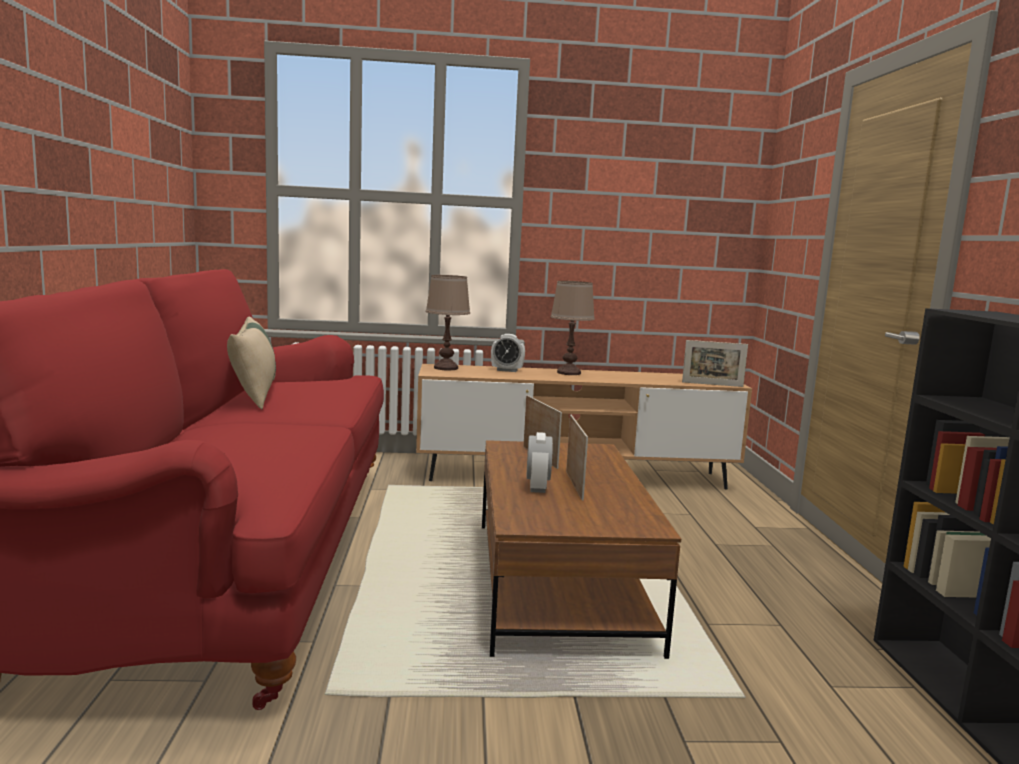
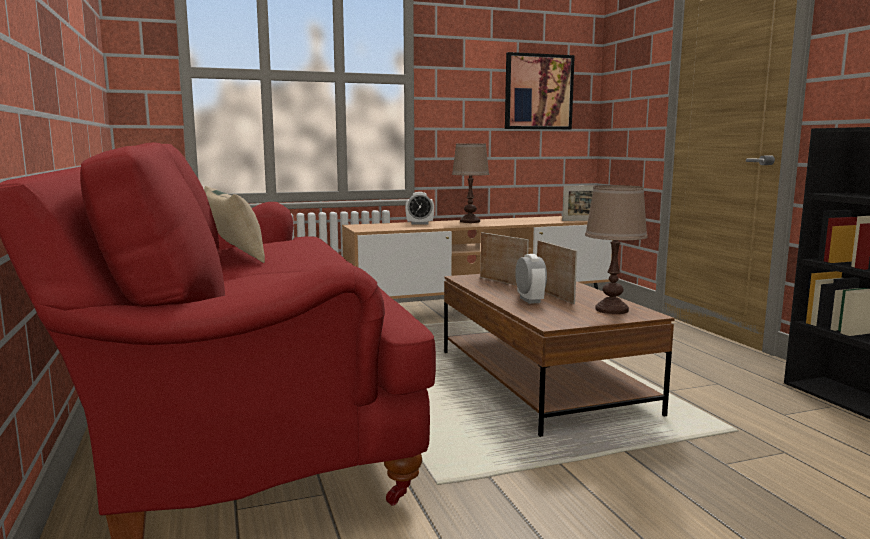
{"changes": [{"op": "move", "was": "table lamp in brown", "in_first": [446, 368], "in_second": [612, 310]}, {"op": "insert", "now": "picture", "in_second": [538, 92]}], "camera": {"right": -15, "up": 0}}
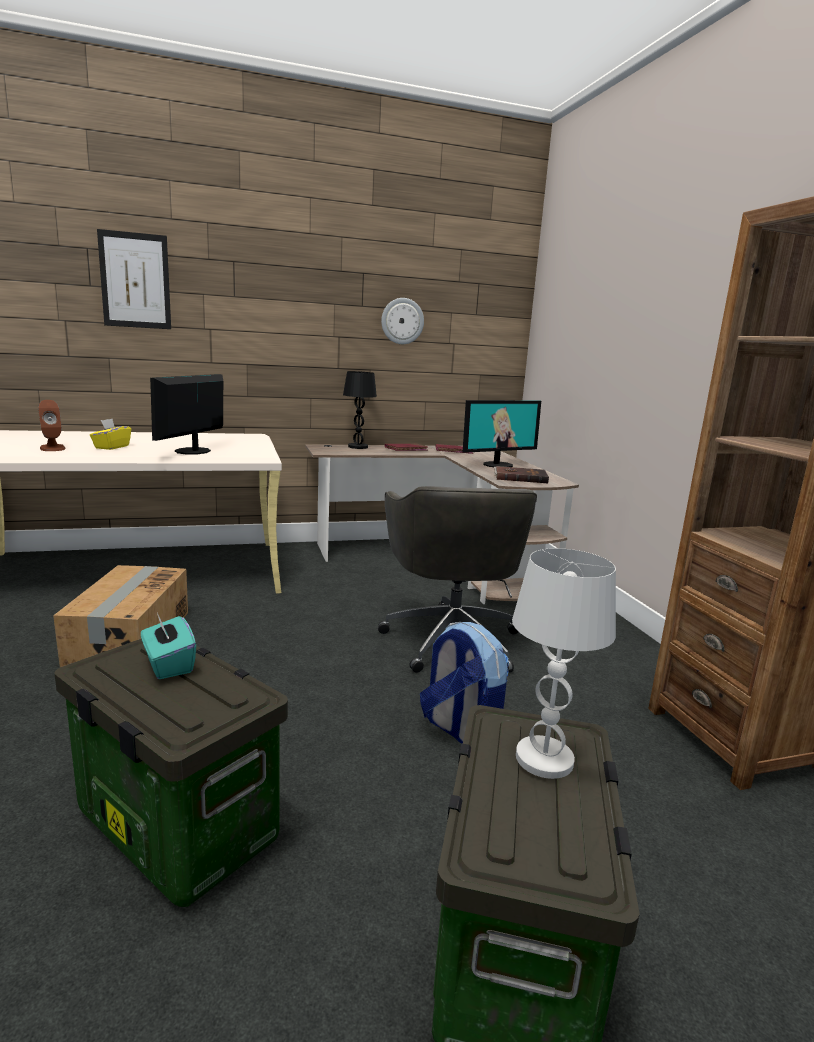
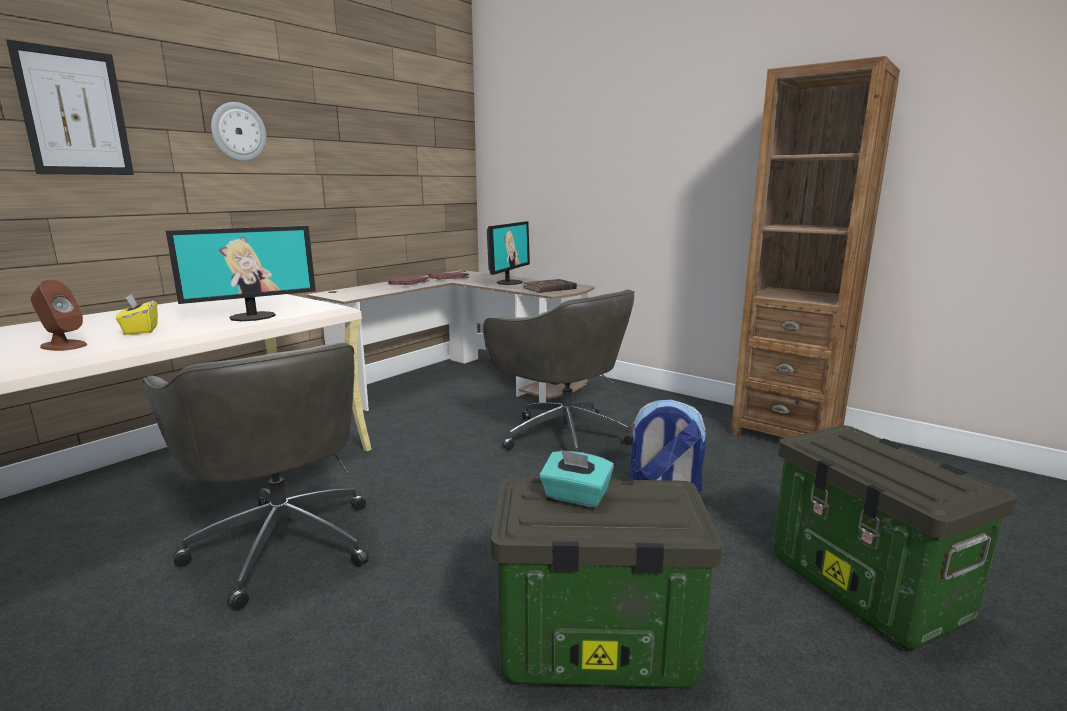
{"changes": [{"op": "move", "was": "wall clock", "in_first": [402, 321], "in_second": [238, 132]}, {"op": "delete", "was": "table lamp in black", "in_first": [357, 447]}, {"op": "rotate", "was": "monitor", "in_first": [193, 451], "in_second": [252, 316], "clockwise": -105}, {"op": "delete", "was": "table lamp in white", "in_first": [543, 759]}, {"op": "replace", "was": "cardboard box", "now": "office chair in grey", "in_first": [128, 637], "in_second": [283, 542]}], "camera": {"right": -35, "up": 0}}
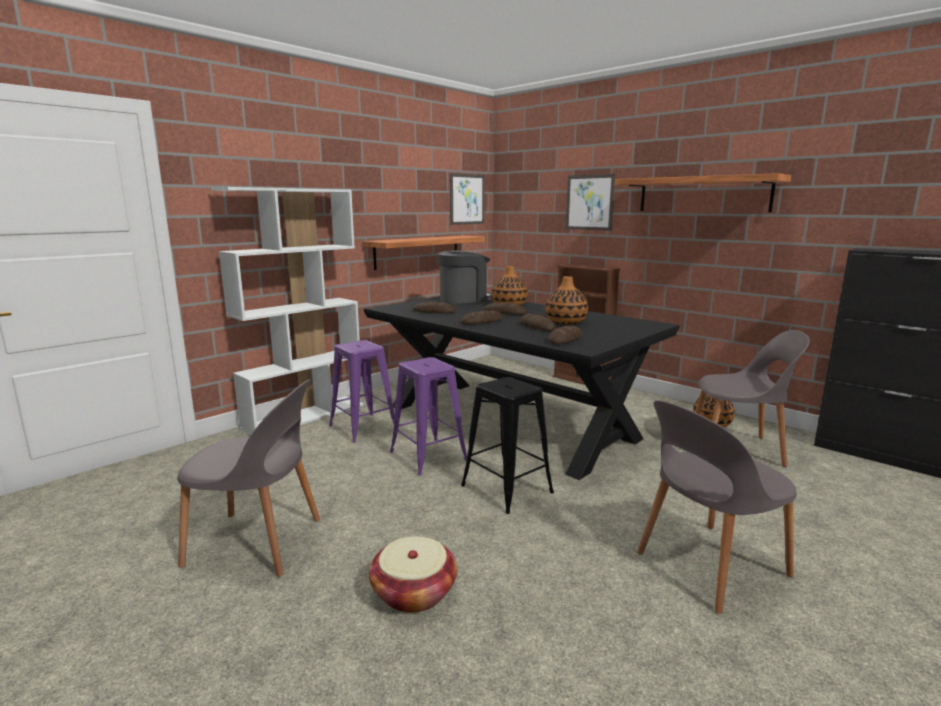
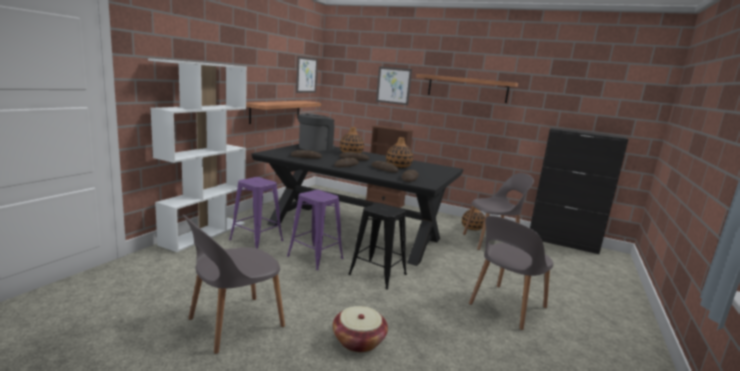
{"changes": [{"op": "rotate", "was": "chair in grey", "in_first": [258, 543], "in_second": [233, 324], "clockwise": 150}], "camera": {"right": -20, "up": 0}}
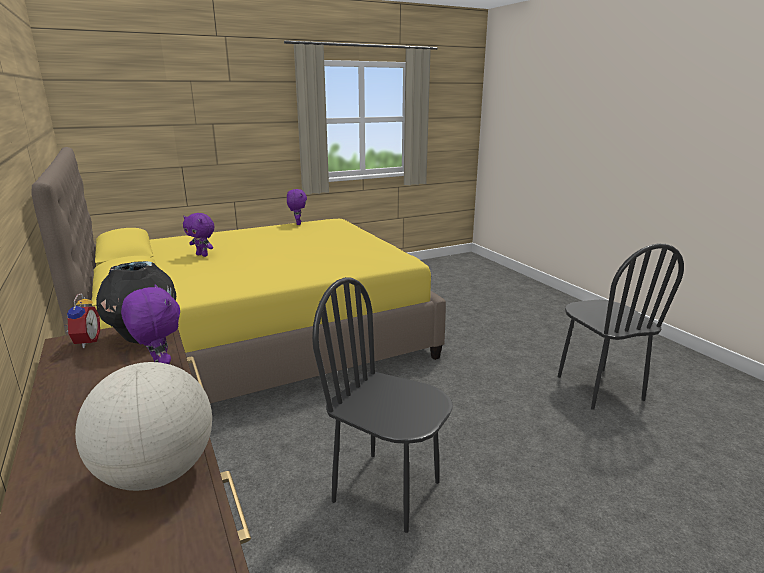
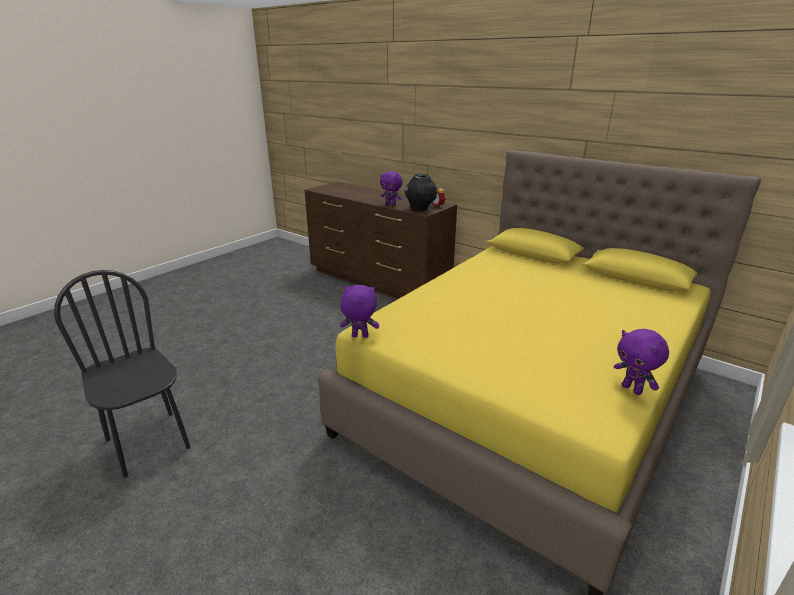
{"changes": [{"op": "move", "was": "plush toy in purple", "in_first": [203, 255], "in_second": [359, 337]}, {"op": "delete", "was": "chair in black", "in_first": [387, 490]}, {"op": "delete", "was": "globe", "in_first": [157, 473]}], "camera": {"right": 155, "up": 5}}
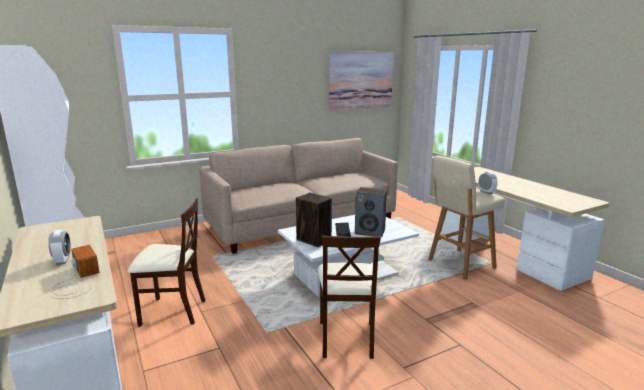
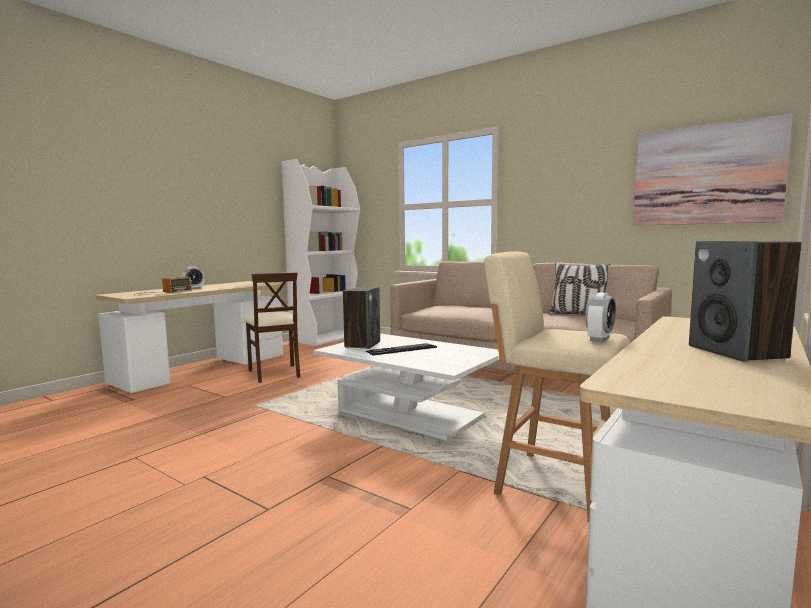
{"changes": [{"op": "move", "was": "speaker", "in_first": [370, 232], "in_second": [737, 352]}, {"op": "delete", "was": "chair in beige", "in_first": [347, 338]}, {"op": "insert", "now": "pillow", "in_second": [577, 315]}], "camera": {"right": 65, "up": -10}}
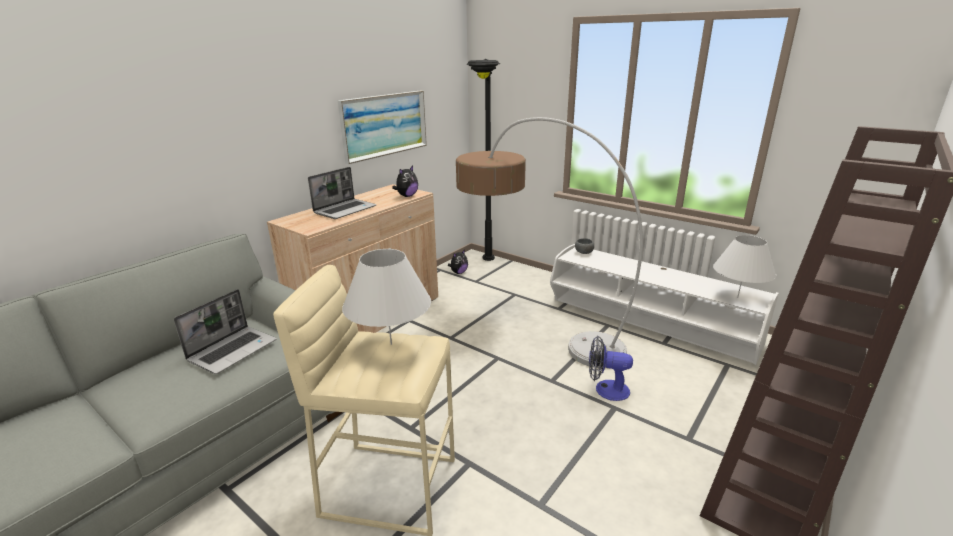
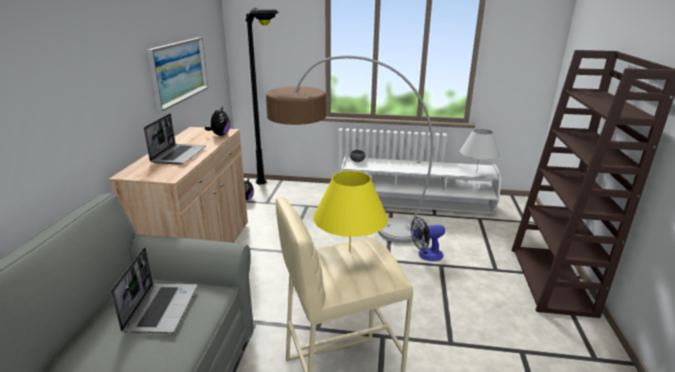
{"changes": [{"op": "recolor", "was": "table lamp in white", "now": "table lamp in yellow", "in_first": [391, 344], "in_second": [349, 251]}], "camera": {"right": -30, "up": 0}}
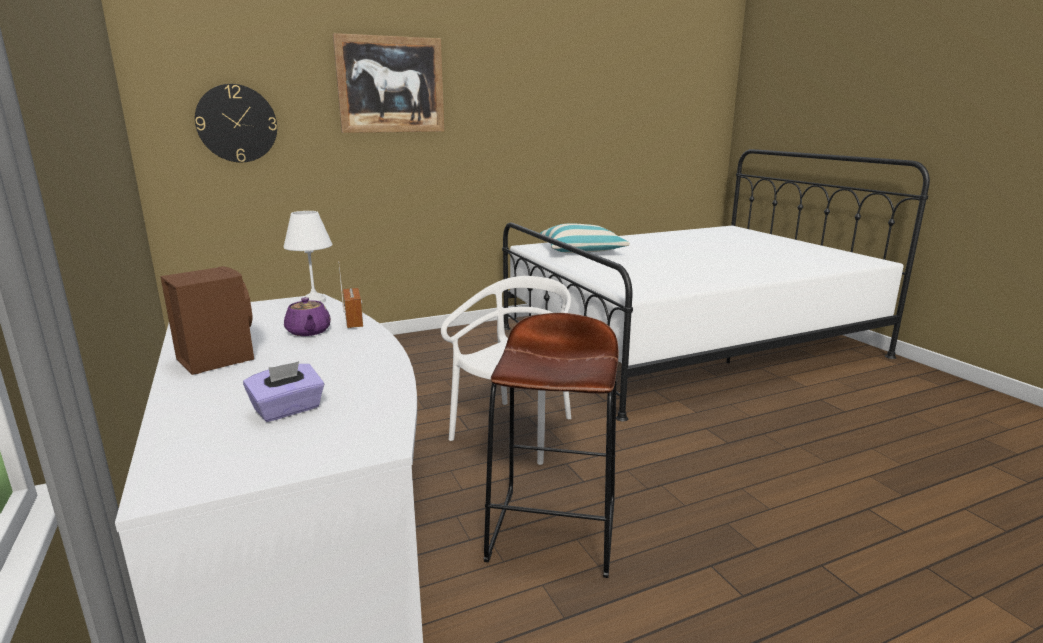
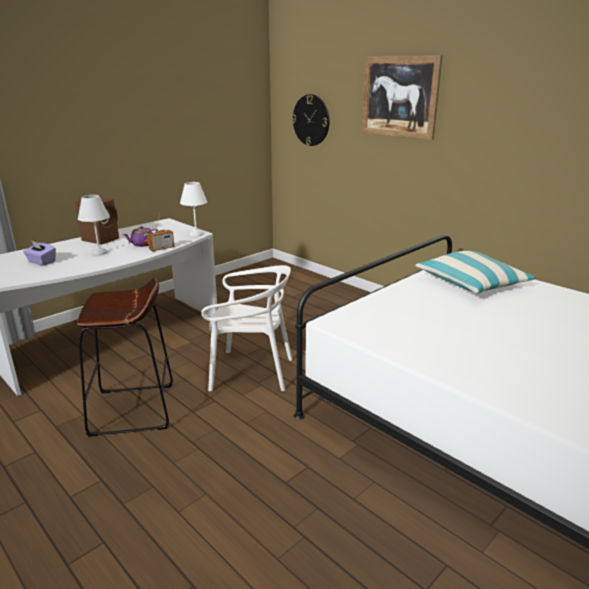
{"changes": [{"op": "insert", "now": "table lamp in white", "in_second": [99, 253]}], "camera": {"right": 70, "up": 5}}
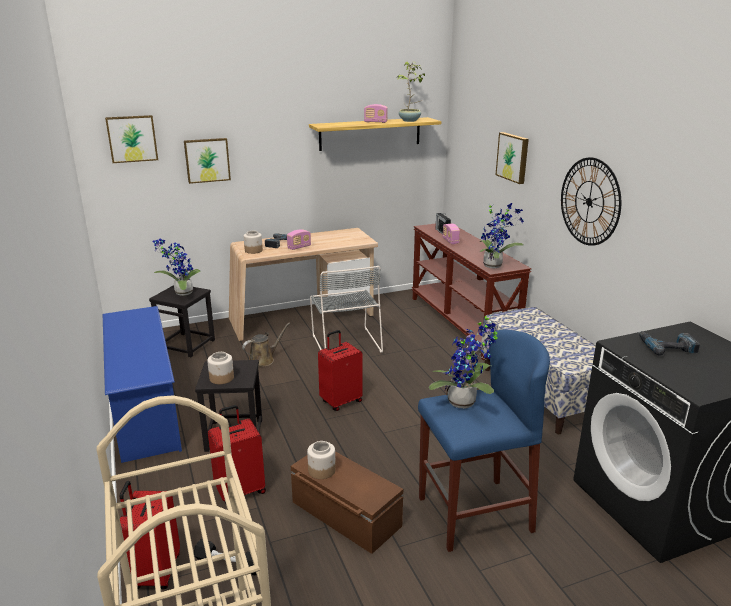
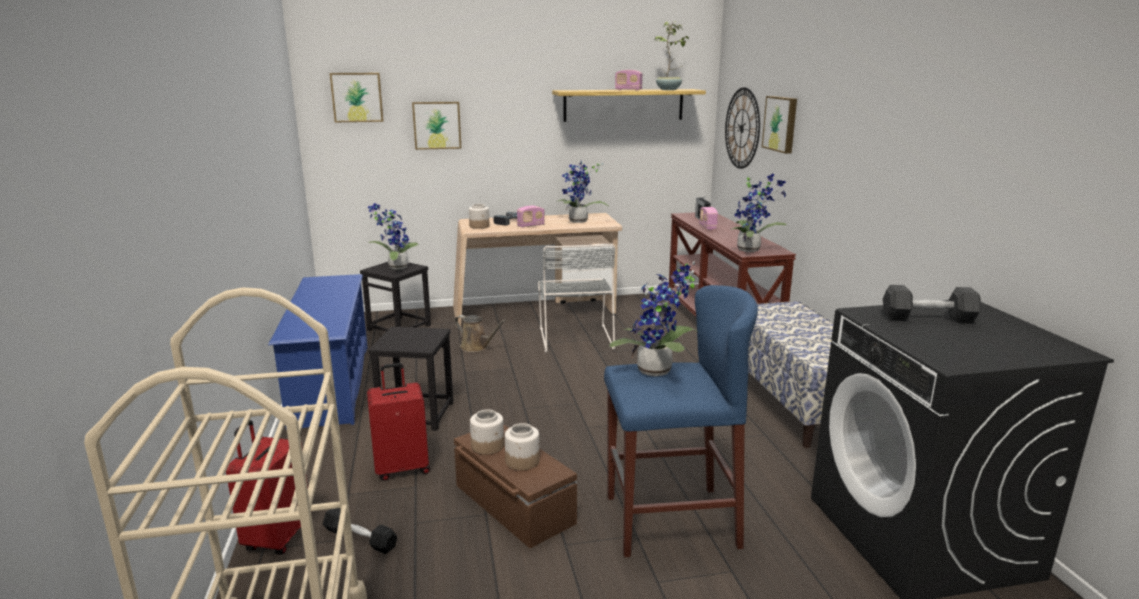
{"changes": [{"op": "move", "was": "wall clock", "in_first": [589, 202], "in_second": [742, 128]}, {"op": "rotate", "was": "watering can in brown", "in_first": [263, 360], "in_second": [476, 347], "clockwise": 60}, {"op": "delete", "was": "suitcase in red", "in_first": [340, 401]}, {"op": "replace", "was": "power drill", "now": "dumbbell in black", "in_first": [666, 346], "in_second": [928, 318]}, {"op": "move", "was": "jar", "in_first": [222, 378], "in_second": [523, 461]}, {"op": "insert", "now": "potted plant", "in_second": [578, 222]}], "camera": {"right": 10, "up": -5}}
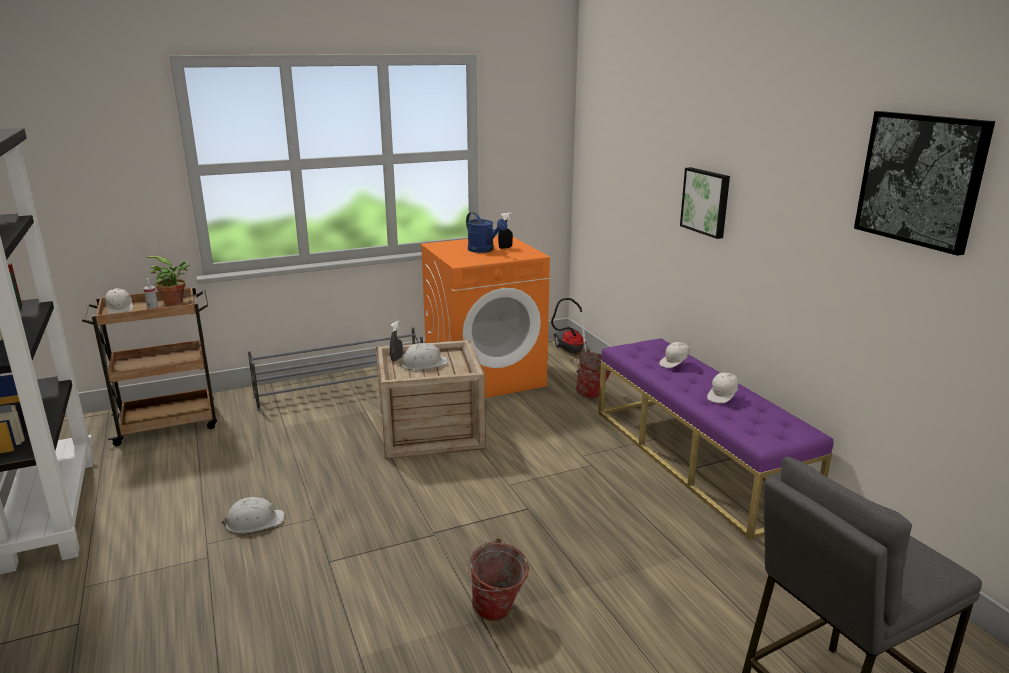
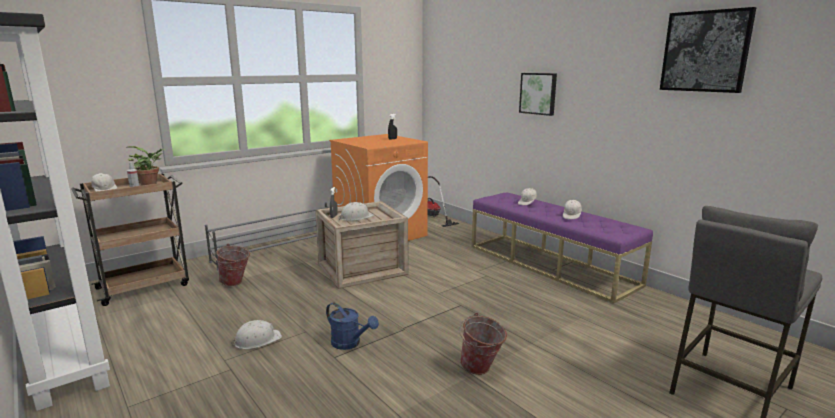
{"changes": [{"op": "move", "was": "watering can in blue", "in_first": [484, 250], "in_second": [350, 343]}, {"op": "move", "was": "bucket", "in_first": [593, 395], "in_second": [235, 283]}], "camera": {"right": -15, "up": -5}}
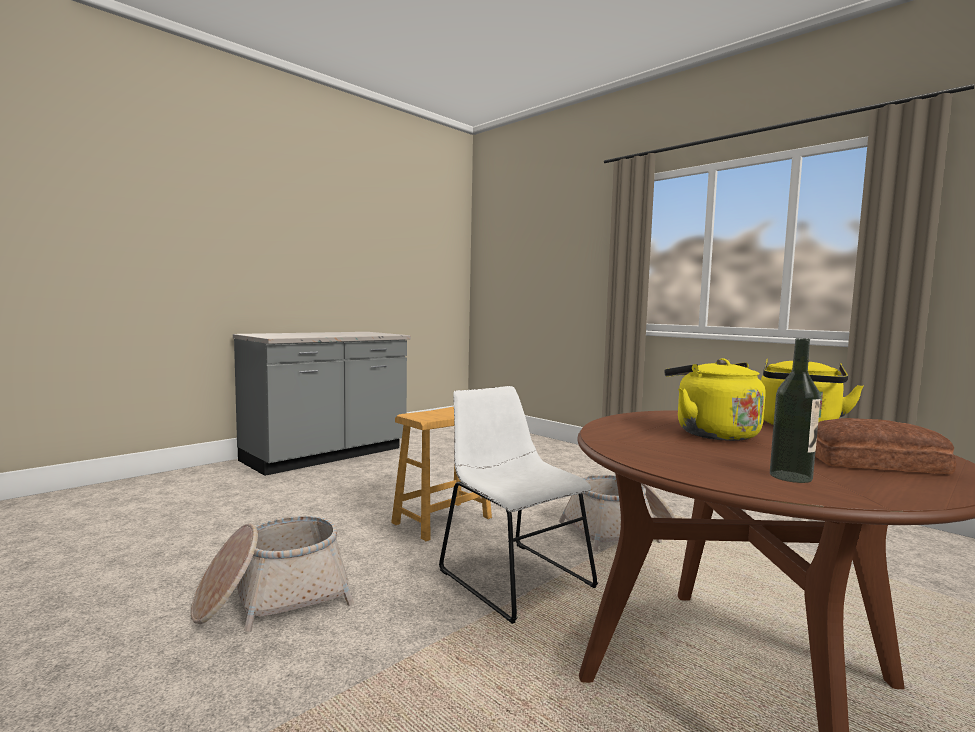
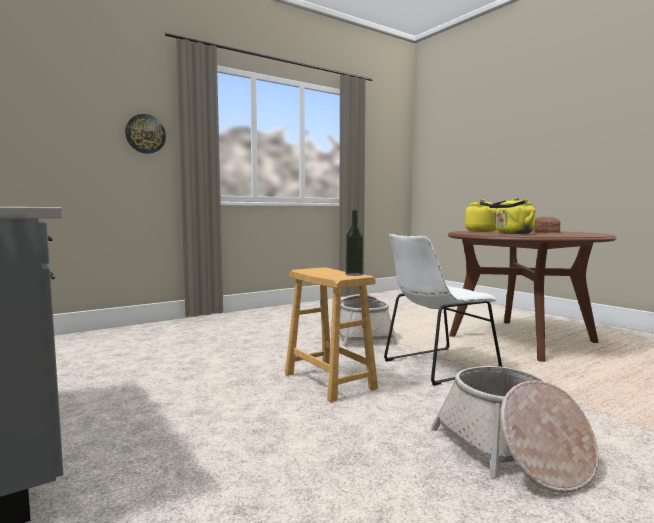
{"changes": [{"op": "move", "was": "bottle", "in_first": [790, 477], "in_second": [354, 274]}, {"op": "insert", "now": "wall clock", "in_second": [145, 134]}], "camera": {"right": -80, "up": 0}}
